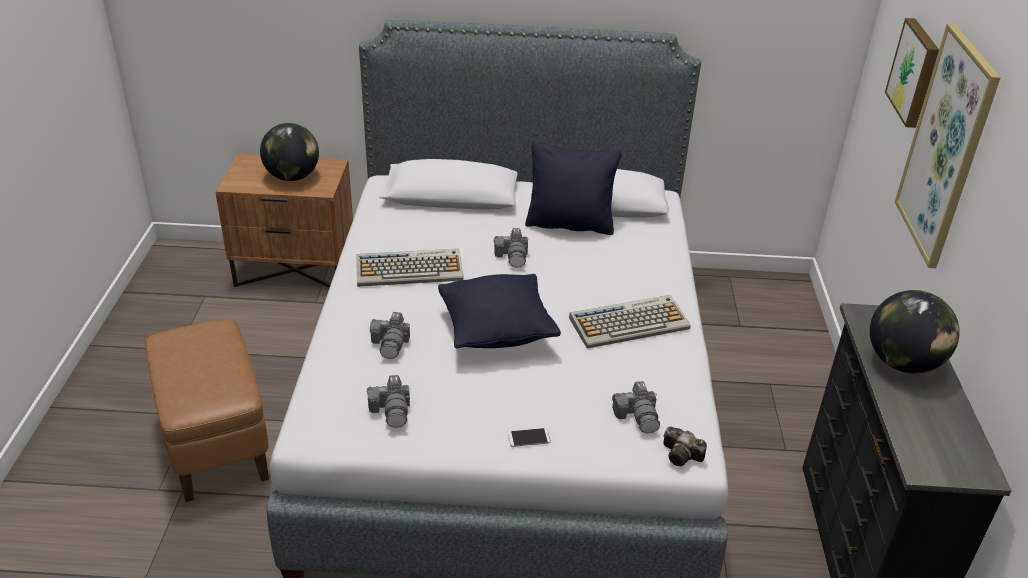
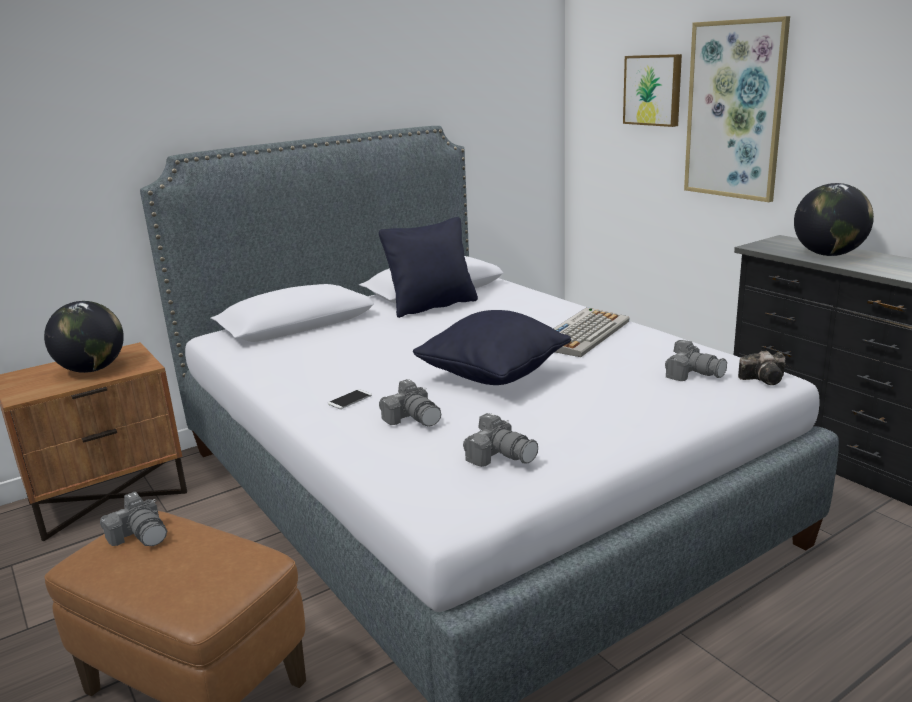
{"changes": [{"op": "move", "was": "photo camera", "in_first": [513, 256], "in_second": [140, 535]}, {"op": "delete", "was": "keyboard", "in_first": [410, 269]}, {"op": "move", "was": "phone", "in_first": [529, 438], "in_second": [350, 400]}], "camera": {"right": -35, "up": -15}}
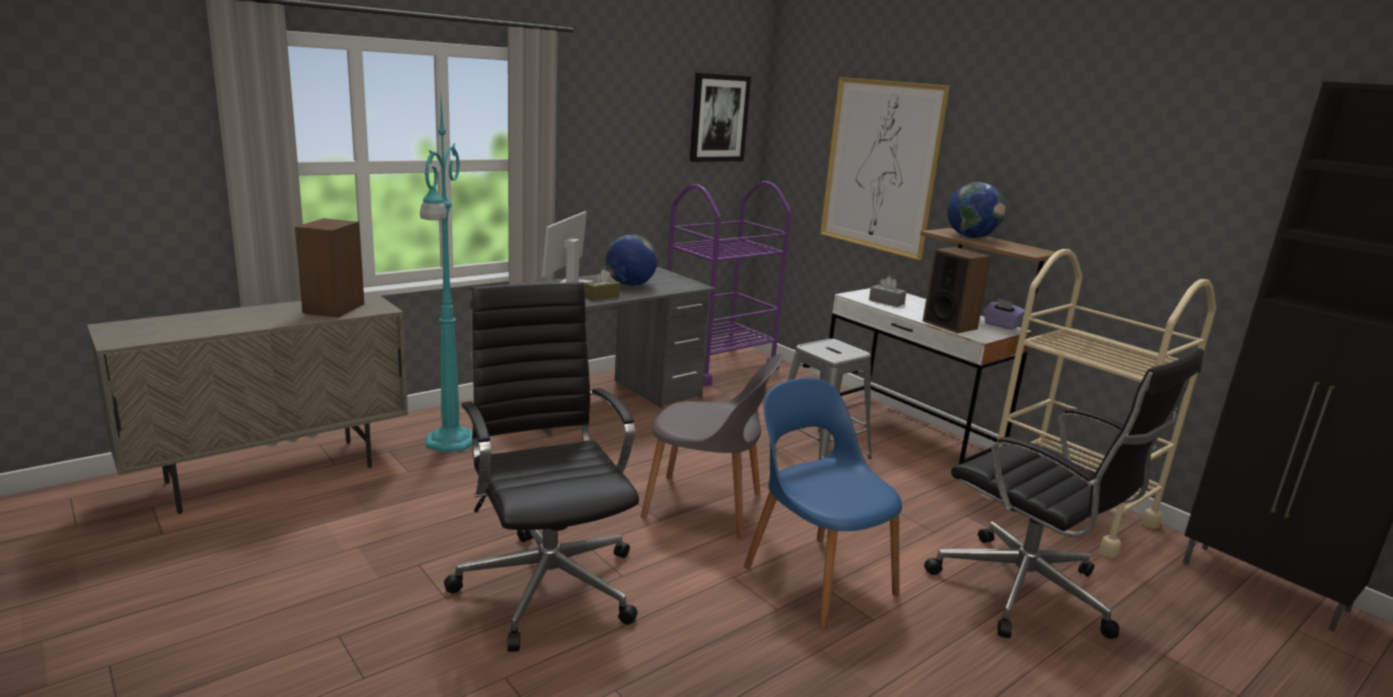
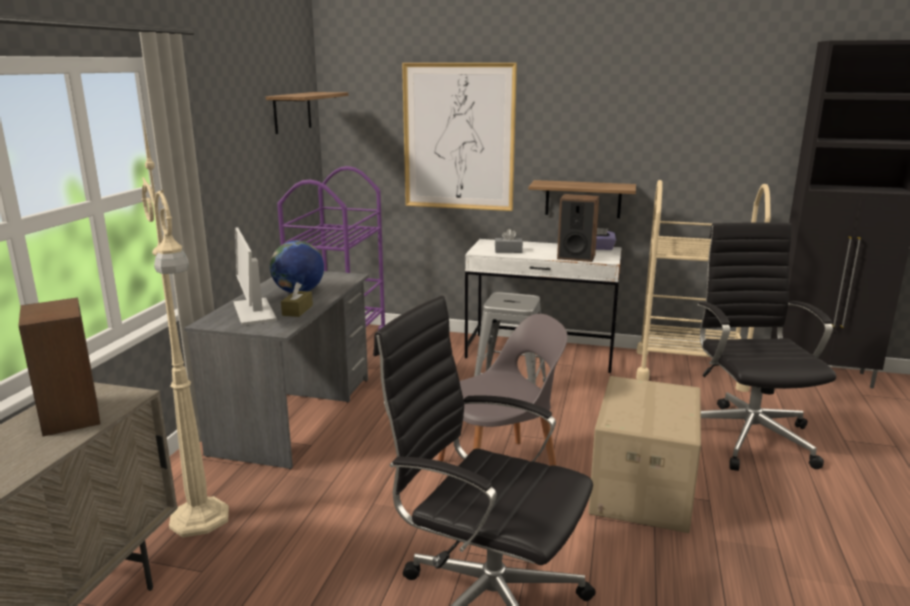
{"changes": [{"op": "replace", "was": "picture", "now": "shelf", "in_first": [719, 118], "in_second": [292, 112]}, {"op": "recolor", "was": "floor lamp in turquoise", "now": "floor lamp in beige", "in_first": [449, 442], "in_second": [200, 520]}, {"op": "delete", "was": "globe", "in_first": [970, 237]}, {"op": "rotate", "was": "office chair in black", "in_first": [1027, 593], "in_second": [747, 436], "clockwise": -105}, {"op": "replace", "was": "chair in blue", "now": "cardboard box", "in_first": [817, 577], "in_second": [641, 488]}], "camera": {"right": -35, "up": 0}}
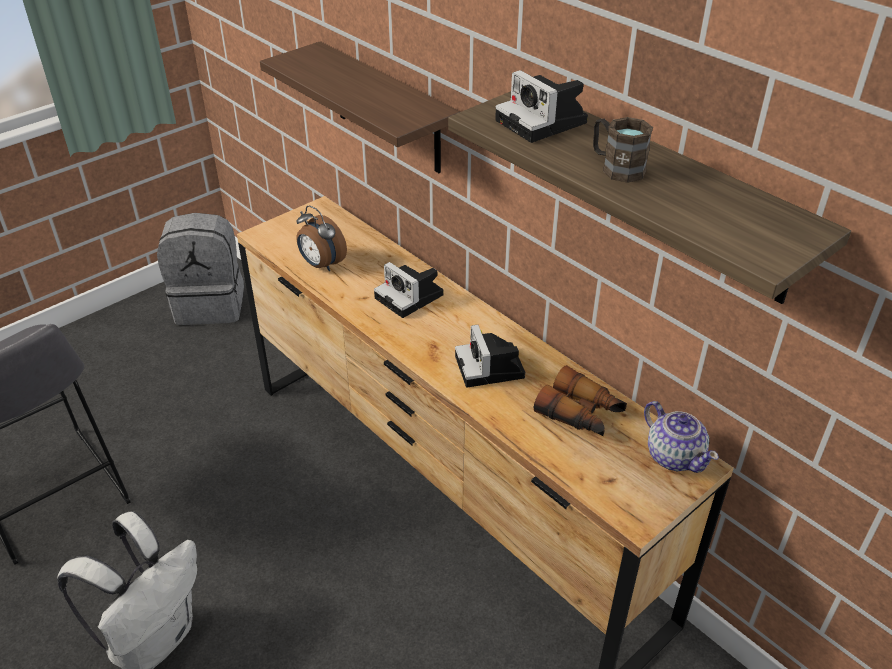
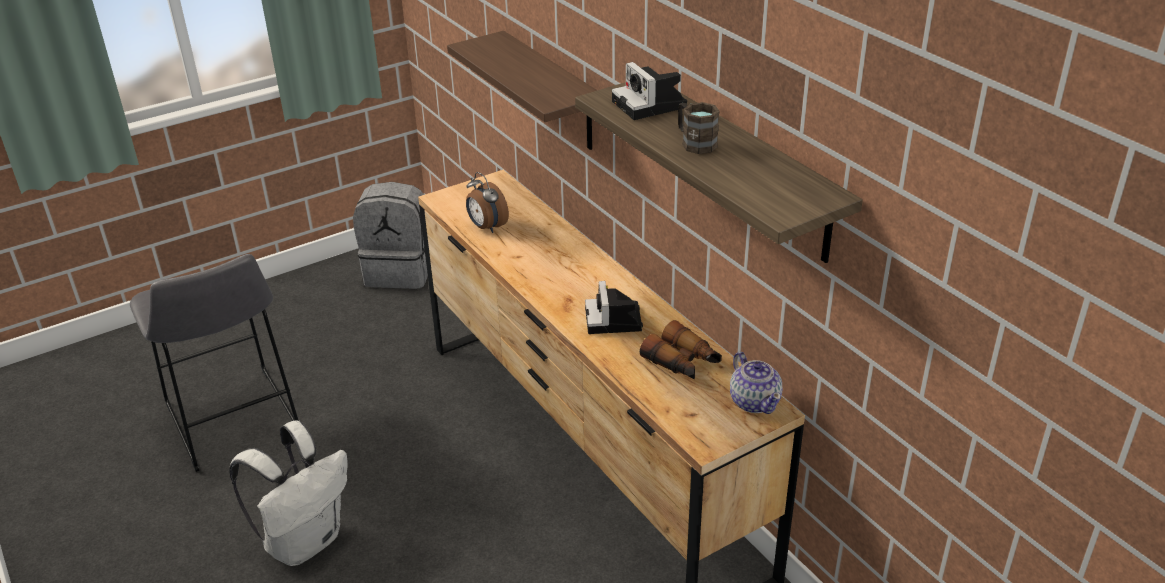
{"changes": [{"op": "delete", "was": "photo camera", "in_first": [411, 297]}], "camera": {"right": 10, "up": -5}}
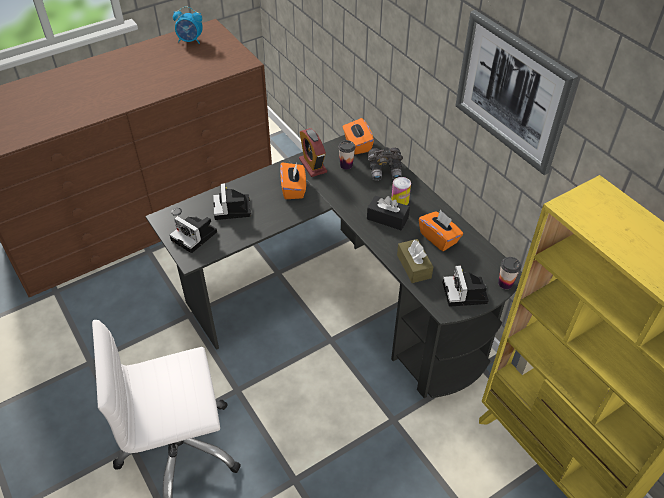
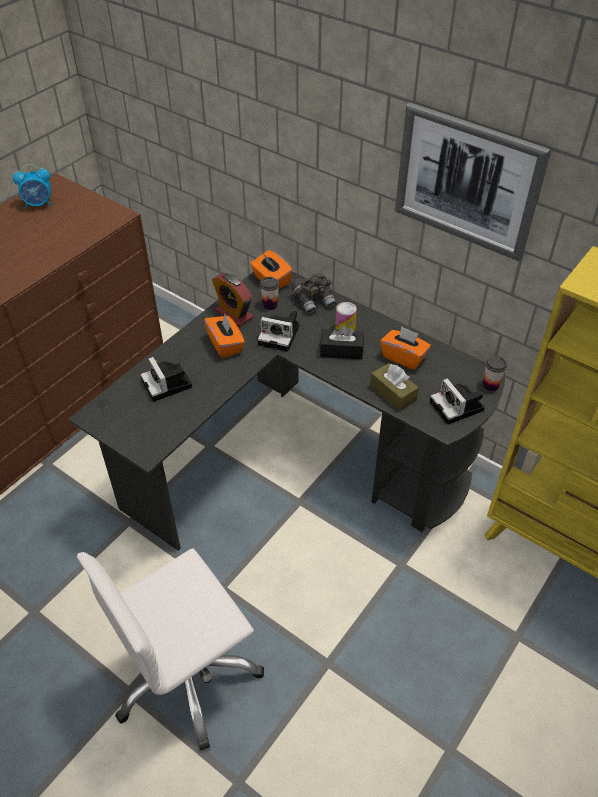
{"changes": [{"op": "move", "was": "photo camera", "in_first": [195, 236], "in_second": [280, 335]}], "camera": {"right": -20, "up": 0}}
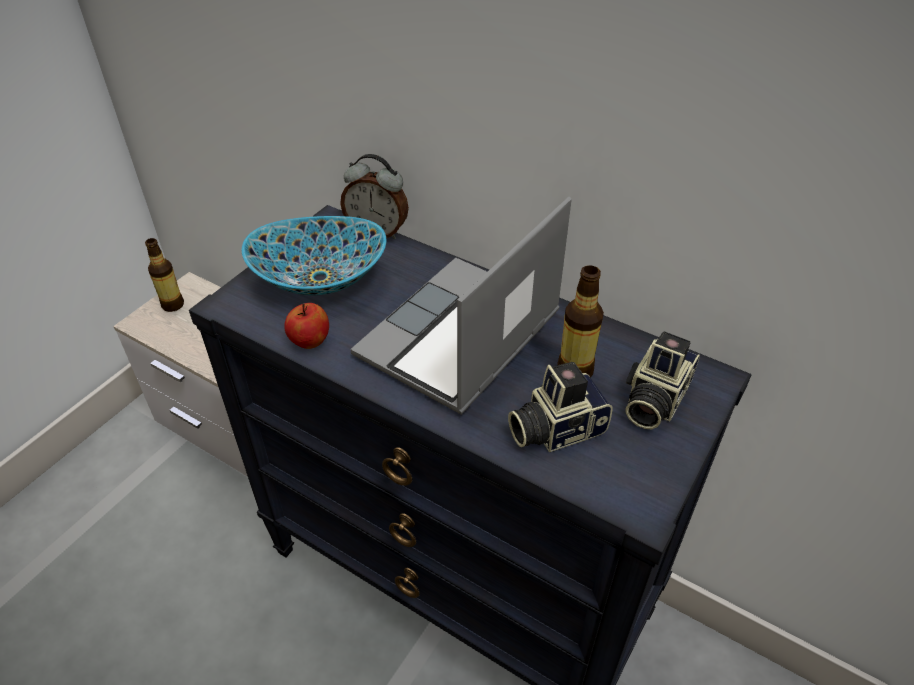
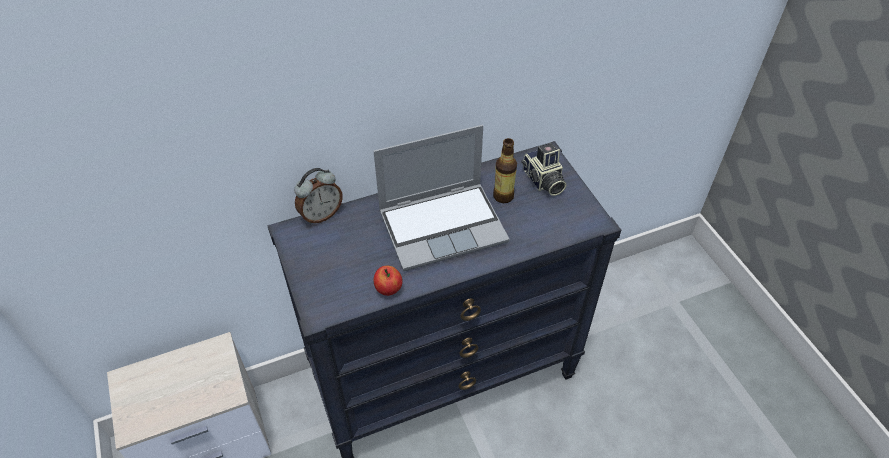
{"changes": [{"op": "rotate", "was": "laptop", "in_first": [460, 338], "in_second": [443, 226], "clockwise": -90}, {"op": "delete", "was": "bowl", "in_first": [320, 279]}, {"op": "delete", "was": "bottle", "in_first": [173, 305]}, {"op": "delete", "was": "photo camera", "in_first": [555, 428]}], "camera": {"right": -55, "up": 5}}
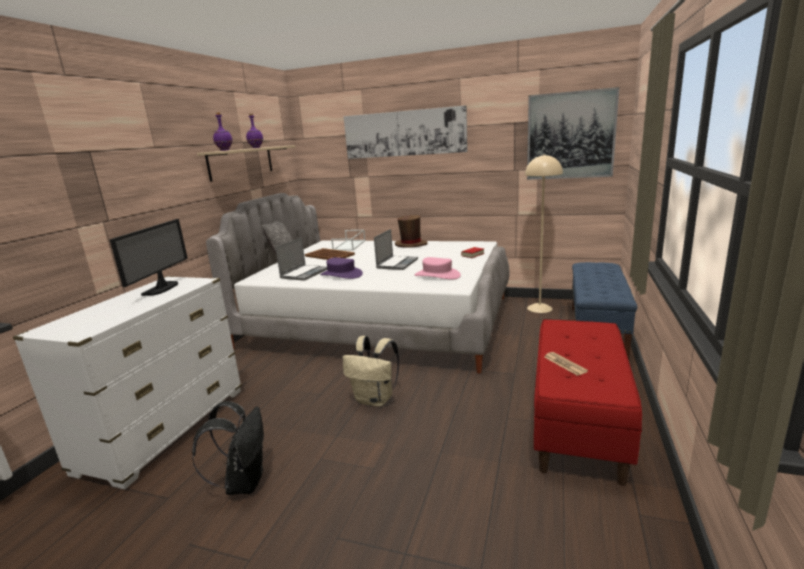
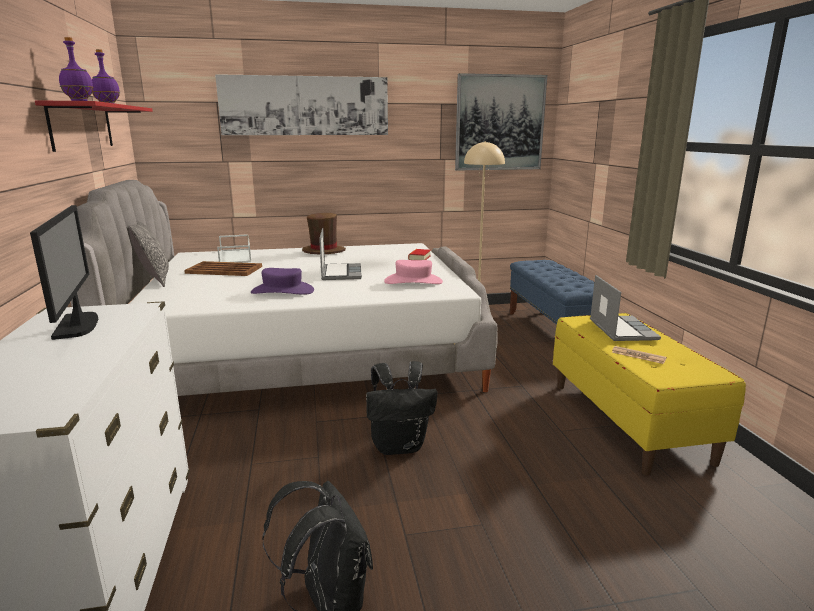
{"changes": [{"op": "recolor", "was": "shelf in beige", "now": "shelf in red", "in_first": [241, 162], "in_second": [82, 126]}, {"op": "move", "was": "laptop", "in_first": [304, 273], "in_second": [621, 329]}, {"op": "recolor", "was": "bench in red", "now": "bench in yellow", "in_first": [578, 424], "in_second": [628, 421]}, {"op": "recolor", "was": "backpack in beige", "now": "backpack in black", "in_first": [375, 399], "in_second": [399, 446]}], "camera": {"right": -30, "up": 0}}
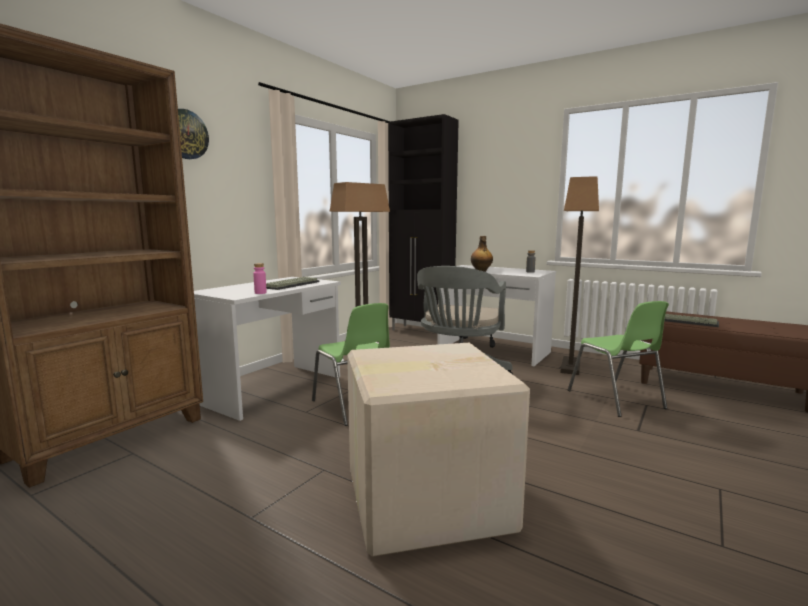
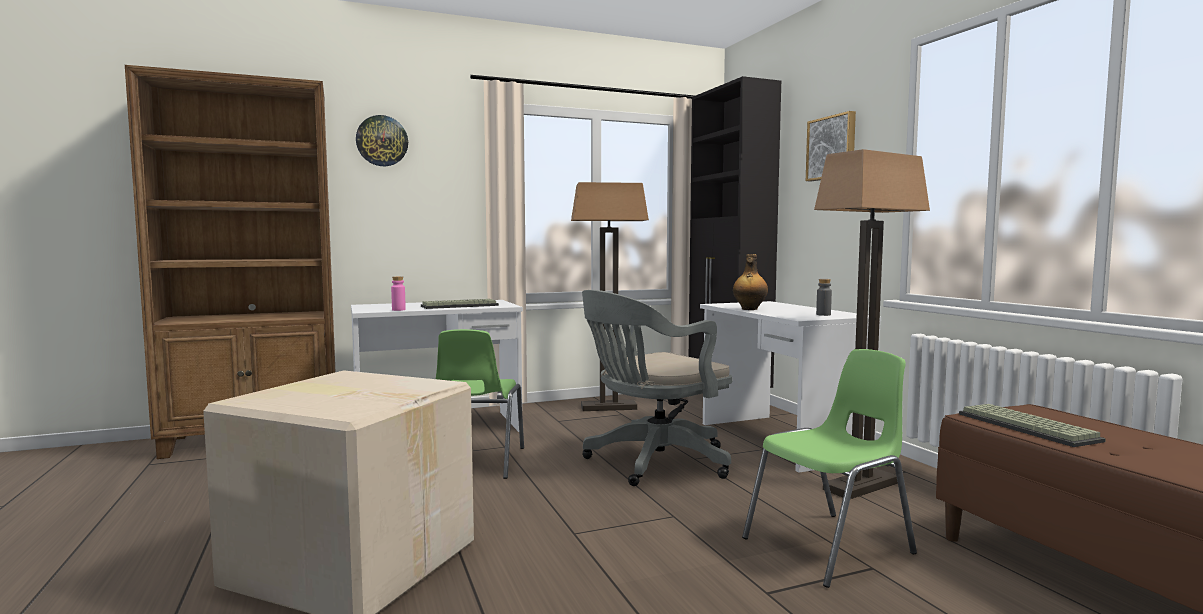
{"changes": [{"op": "rotate", "was": "chair in green", "in_first": [616, 400], "in_second": [831, 546], "clockwise": -135}, {"op": "insert", "now": "picture", "in_second": [832, 148]}], "camera": {"right": 35, "up": -5}}
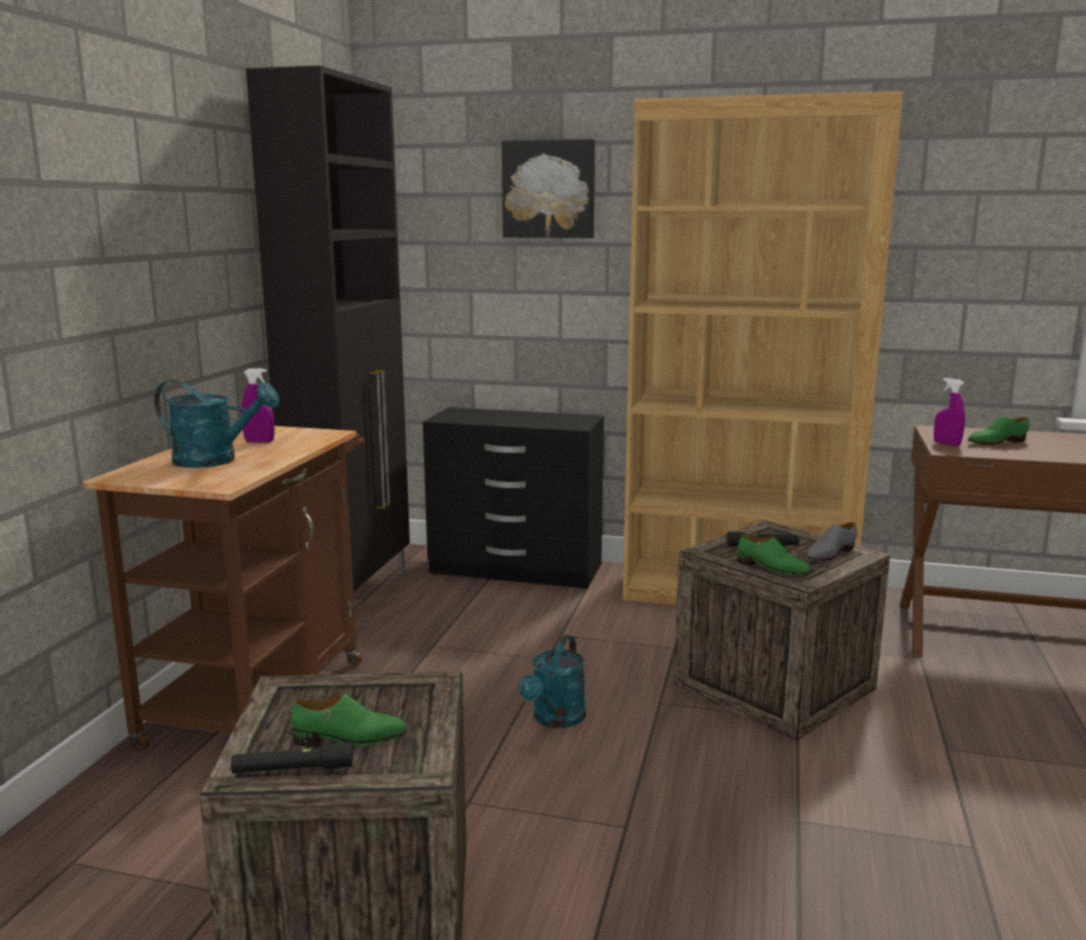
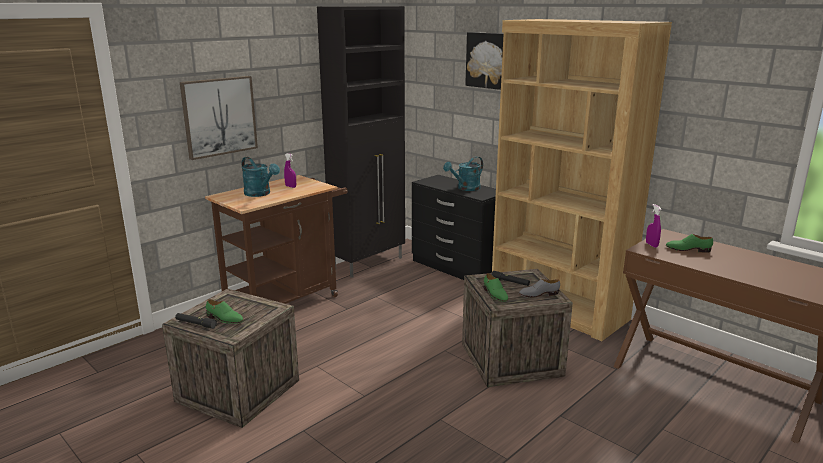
{"changes": [{"op": "move", "was": "watering can in turquoise", "in_first": [555, 719], "in_second": [465, 188]}, {"op": "insert", "now": "picture", "in_second": [219, 116]}], "camera": {"right": 30, "up": 5}}
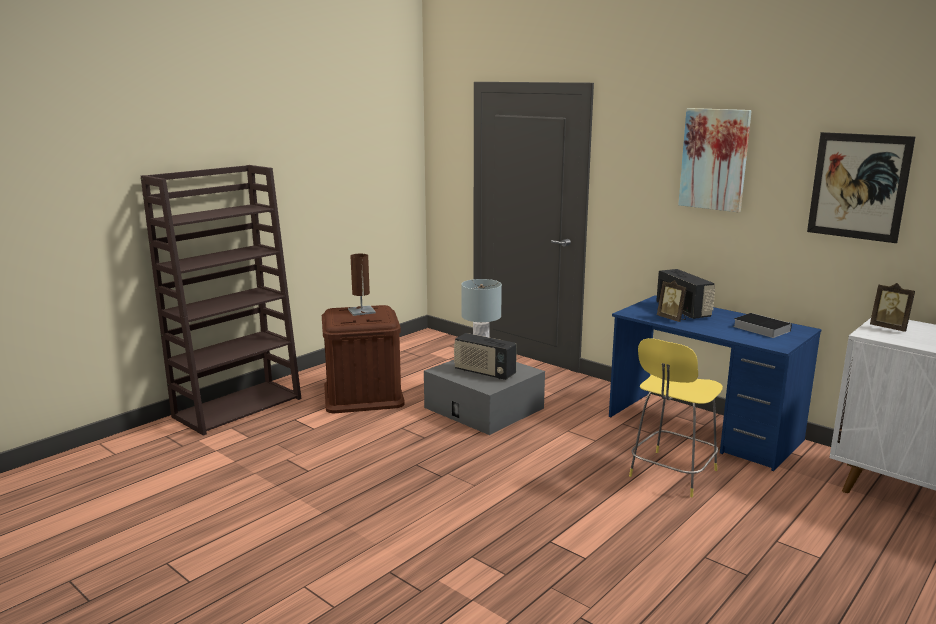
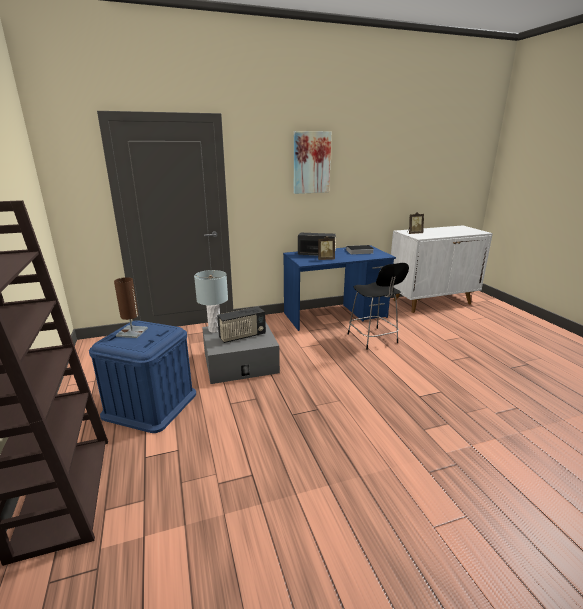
{"changes": [{"op": "delete", "was": "picture", "in_first": [858, 186]}, {"op": "recolor", "was": "storage box in brown", "now": "storage box in blue", "in_first": [363, 395], "in_second": [150, 404]}, {"op": "recolor", "was": "stool in yellow", "now": "stool in black", "in_first": [671, 474], "in_second": [373, 339]}], "camera": {"right": -60, "up": 5}}
